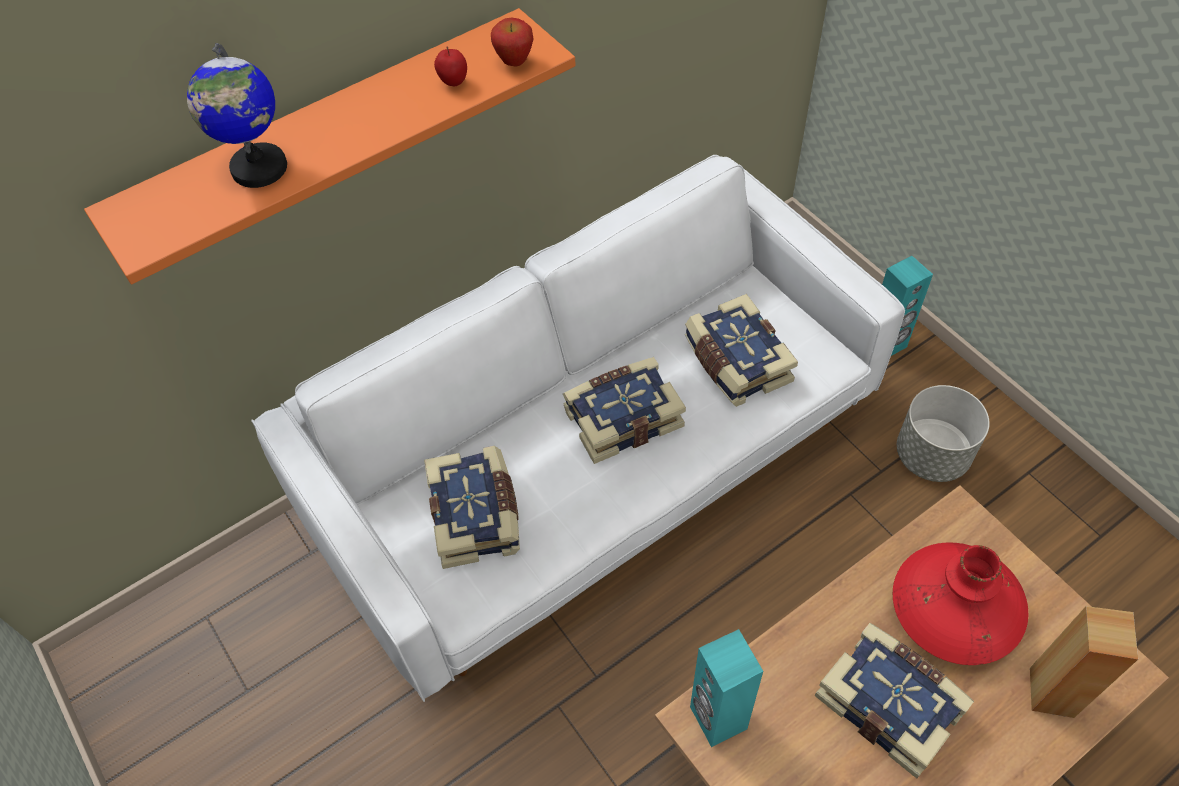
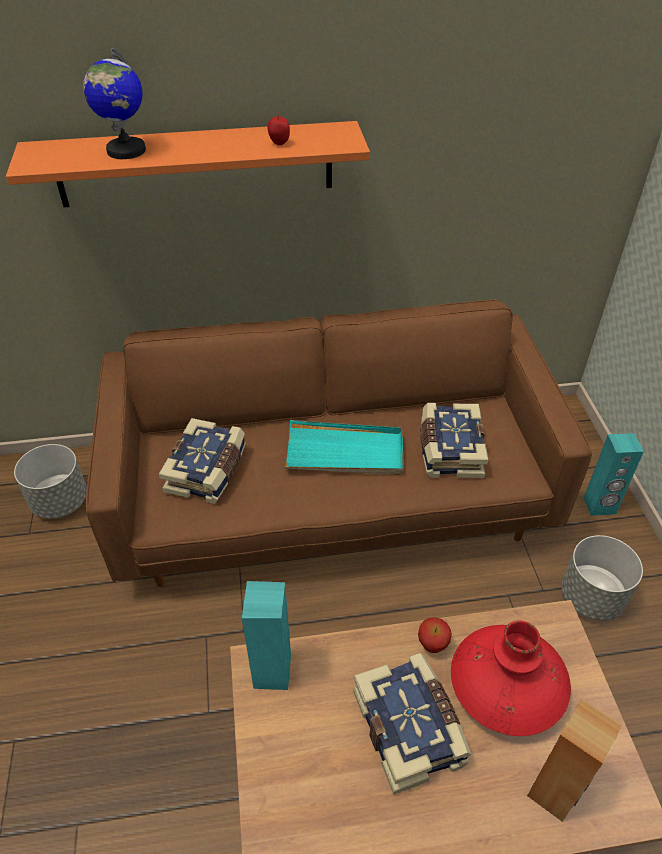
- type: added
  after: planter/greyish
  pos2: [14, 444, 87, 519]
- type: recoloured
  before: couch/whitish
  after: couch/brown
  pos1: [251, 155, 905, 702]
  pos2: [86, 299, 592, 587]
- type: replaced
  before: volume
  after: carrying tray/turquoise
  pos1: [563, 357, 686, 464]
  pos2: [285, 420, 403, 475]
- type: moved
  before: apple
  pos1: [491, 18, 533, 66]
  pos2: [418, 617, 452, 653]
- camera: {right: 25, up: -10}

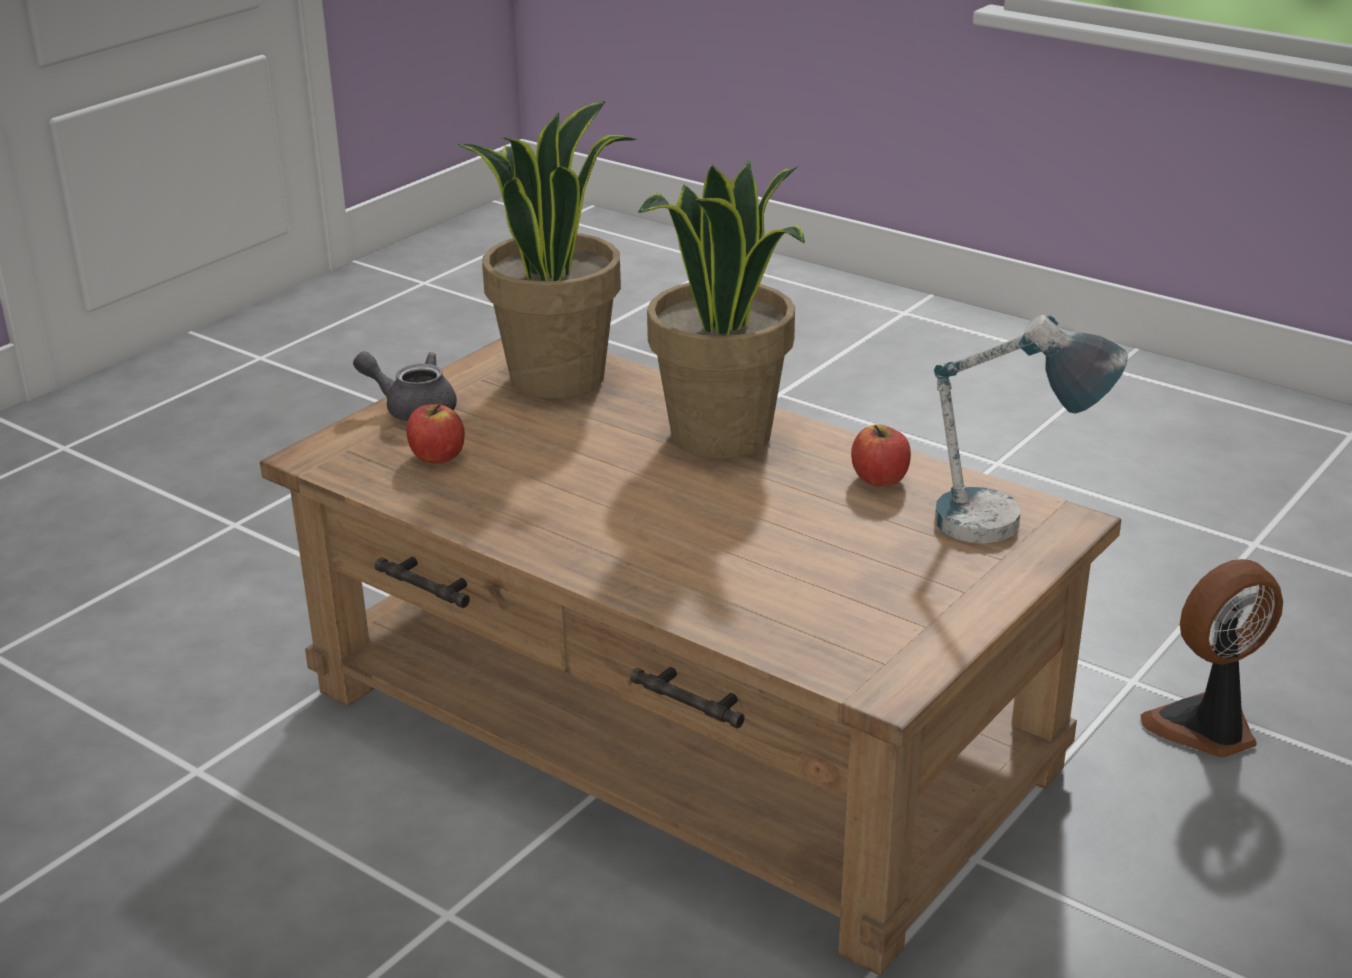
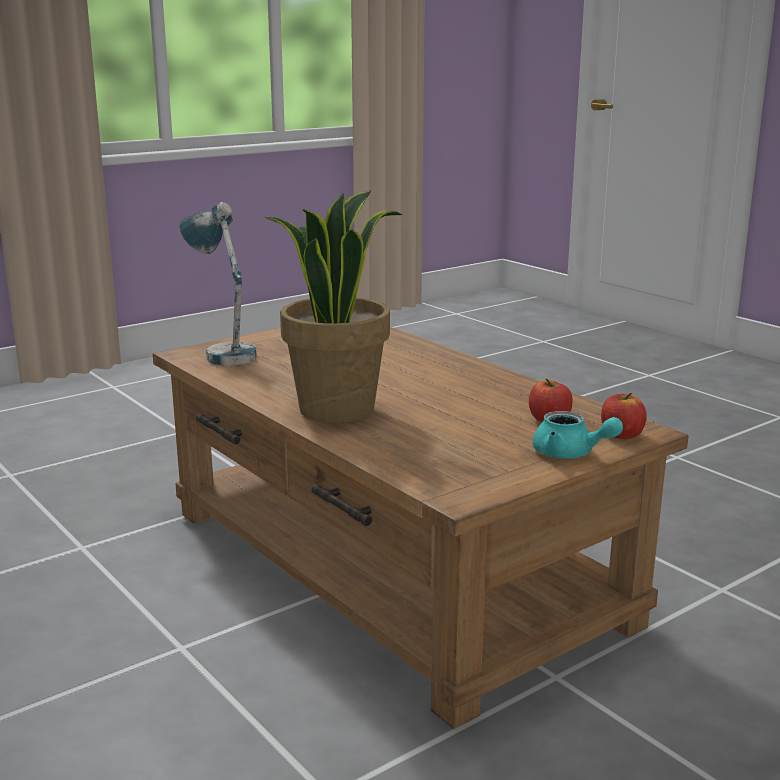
- type: recoloured
  before: teapot/greyish
  after: teapot/turquoise
  pos1: [353, 351, 457, 421]
  pos2: [533, 411, 623, 459]
- type: moved
  before: apple
  pos1: [851, 424, 911, 487]
  pos2: [601, 393, 647, 439]
- type: removed
  before: houseplant
  pos1: [456, 101, 638, 399]
- type: removed
  before: cooling fan
  pos1: [1140, 559, 1283, 758]
- camera: {right: -165, up: -10}

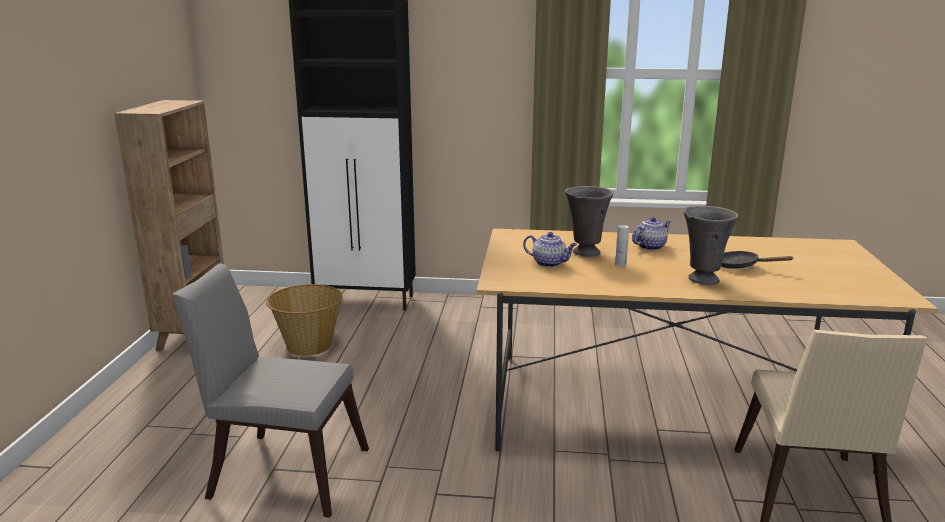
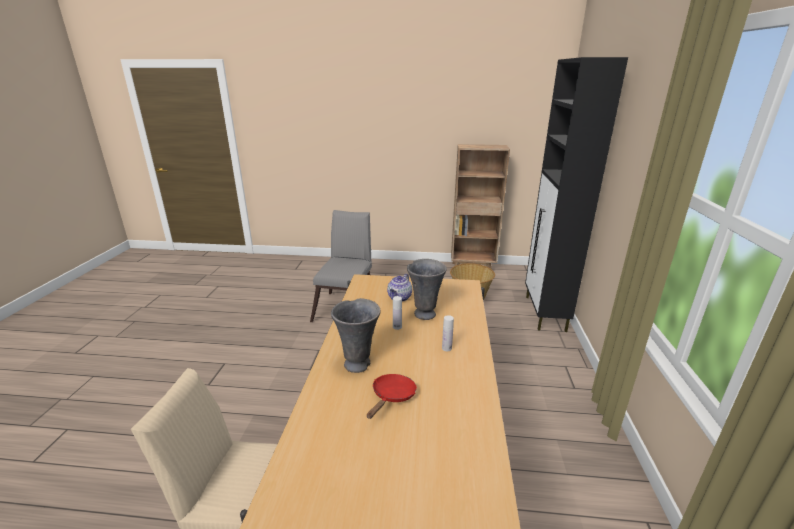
- type: recoloured
  before: skillet/black
  after: skillet/reddish
  pos1: [721, 251, 794, 269]
  pos2: [367, 374, 417, 419]
- type: replaced
  before: teapot
  after: drink bottle/whitish
  pos1: [632, 217, 671, 250]
  pos2: [442, 315, 454, 351]
- camera: {right: 90, up: 5}

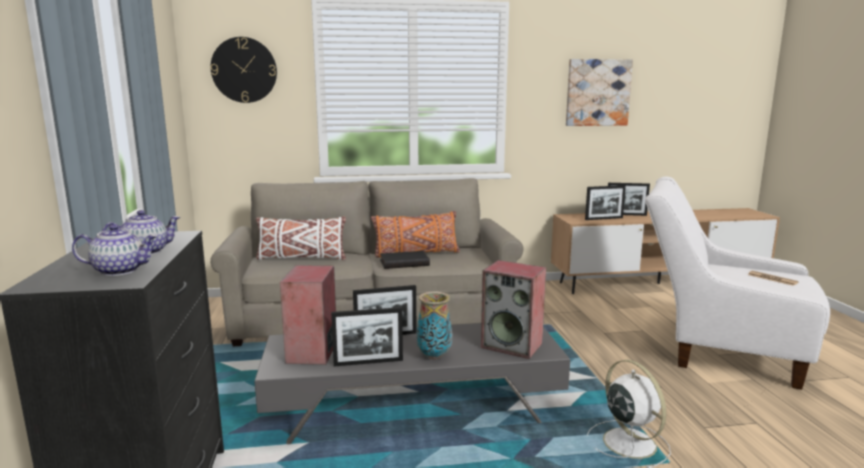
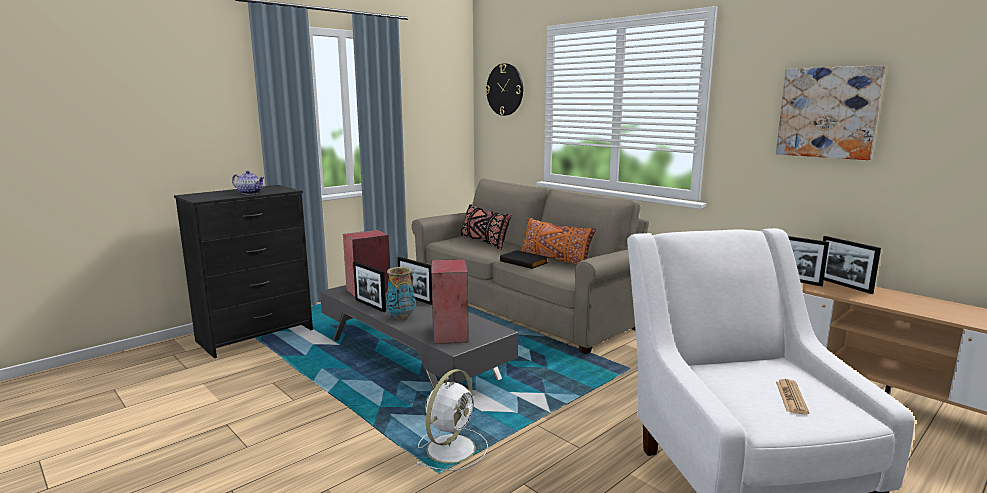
- type: recoloured
  before: cushion/whitish
  after: cushion/black
  pos1: [256, 216, 346, 260]
  pos2: [461, 204, 511, 250]
- type: removed
  before: teapot
  pos1: [72, 224, 158, 276]
- camera: {right: 55, up: 0}

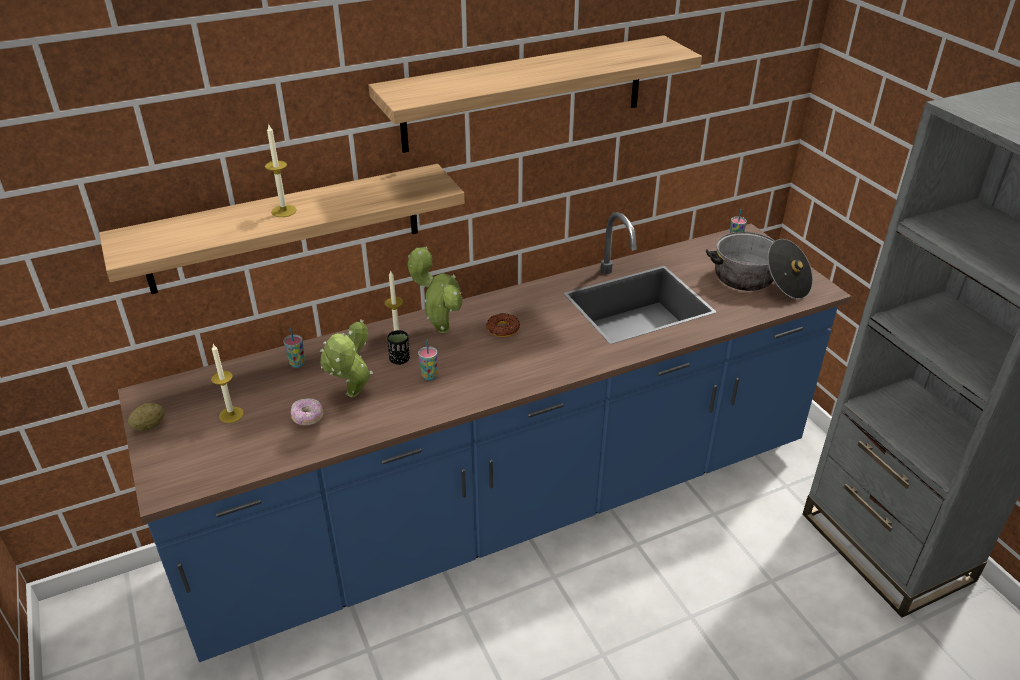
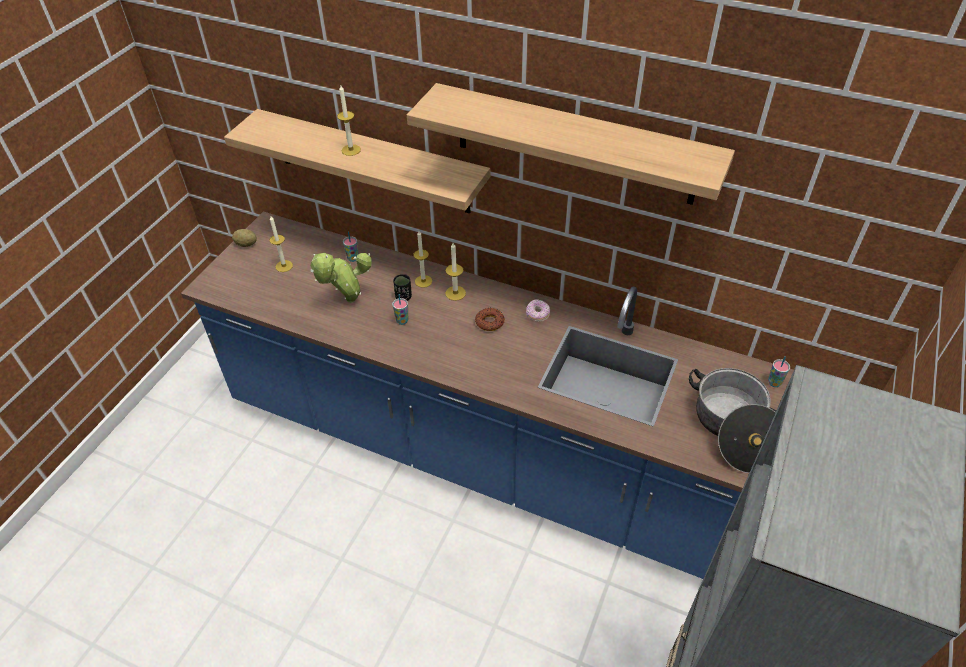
- type: replaced
  before: houseplant
  after: wax light
  pos1: [408, 247, 462, 333]
  pos2: [445, 243, 466, 301]
- type: moved
  before: doughnut
  pos1: [291, 398, 323, 426]
  pos2: [526, 300, 550, 322]
- camera: {right: 50, up: 10}

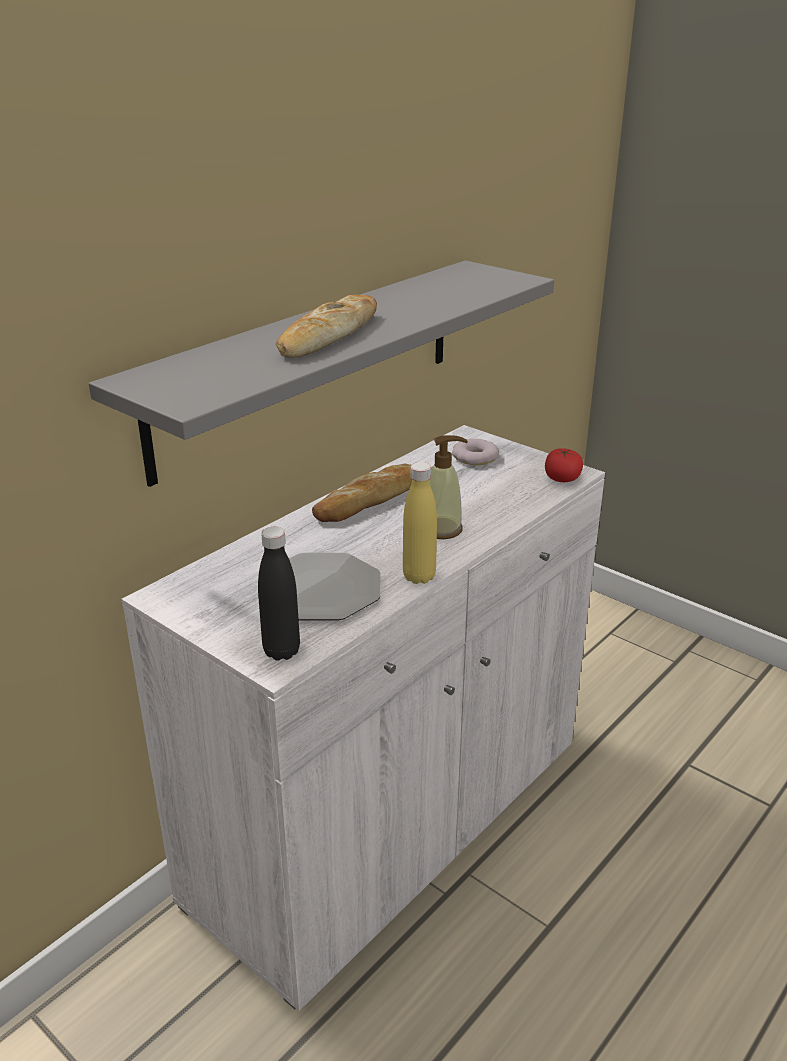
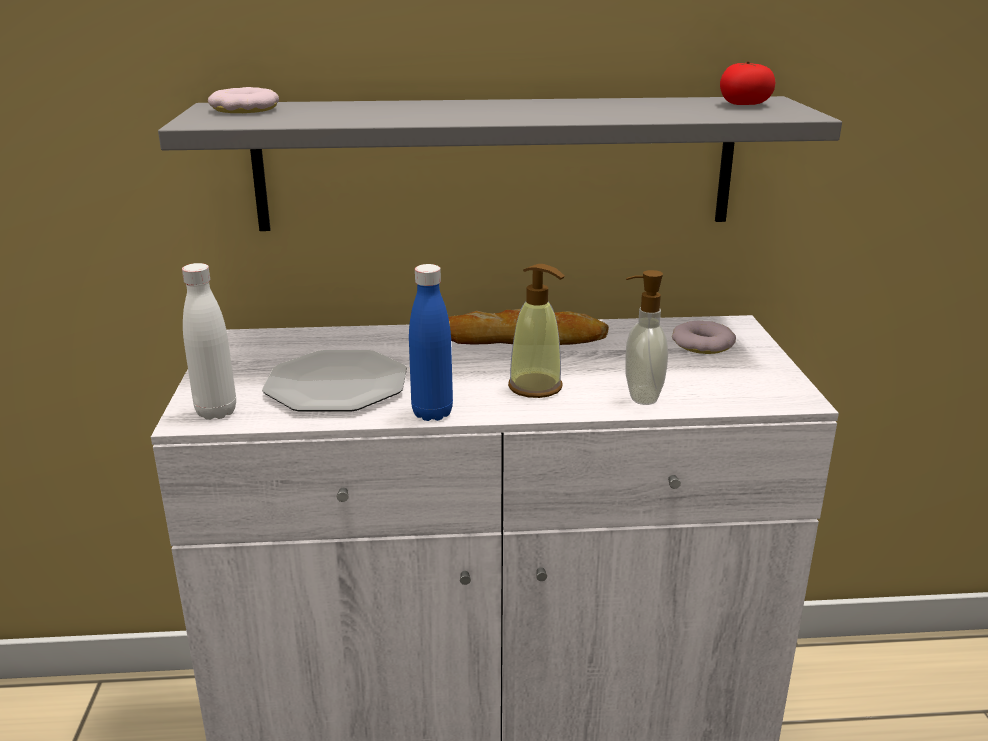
- type: recoloured
  before: drink bottle/black
  after: drink bottle/whitish
  pos1: [258, 527, 300, 661]
  pos2: [182, 263, 236, 420]
- type: added
  after: doughnut
  pos2: [208, 87, 279, 113]
- type: recoloured
  before: drink bottle/yellow
  after: drink bottle/bluish
  pos1: [403, 462, 437, 584]
  pos2: [409, 264, 453, 421]
- type: added
  after: liquid soap bottle
  pos2: [625, 270, 668, 405]
- type: moved
  before: fresh tomato
  pos1: [545, 448, 583, 482]
  pos2: [720, 62, 775, 105]
- type: removed
  before: bread
  pos1: [276, 295, 377, 357]
- camera: {right: 45, up: -5}

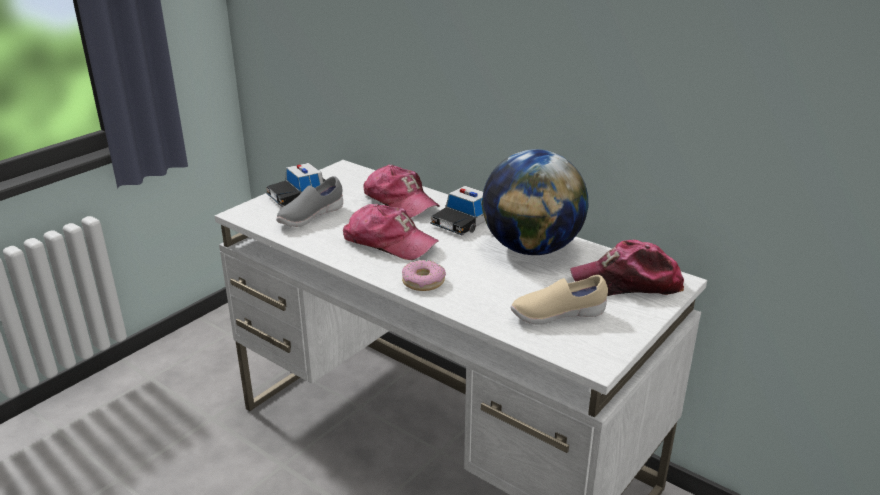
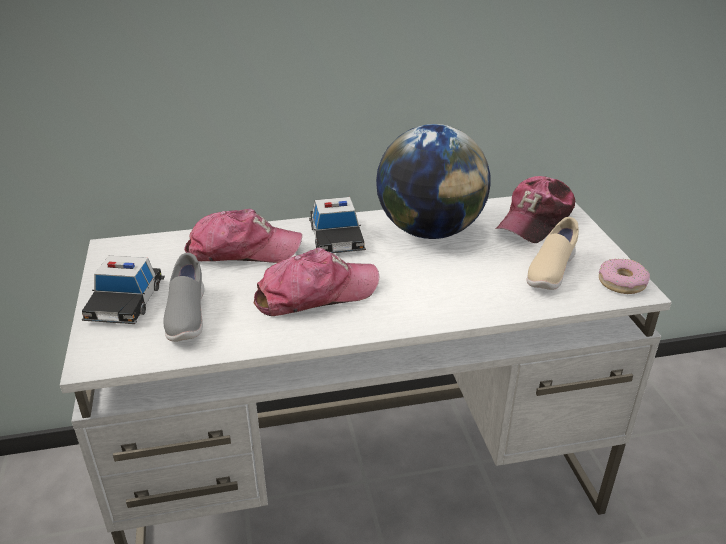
- type: moved
  before: doughnut
  pos1: [402, 260, 446, 291]
  pos2: [599, 259, 650, 294]
- camera: {right: -50, up: 5}

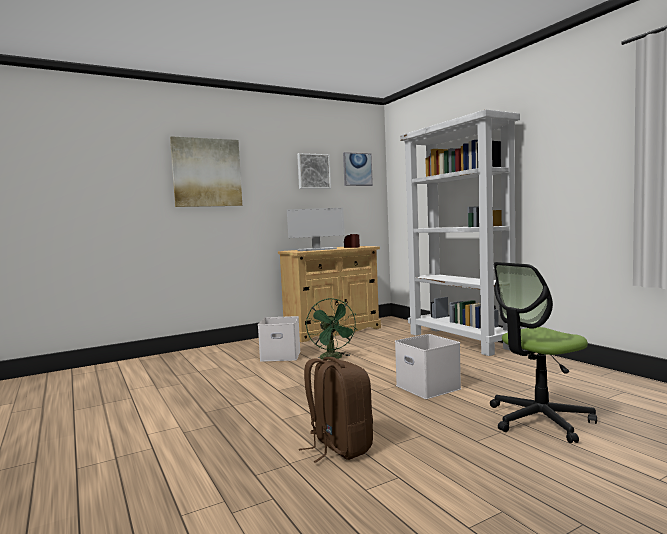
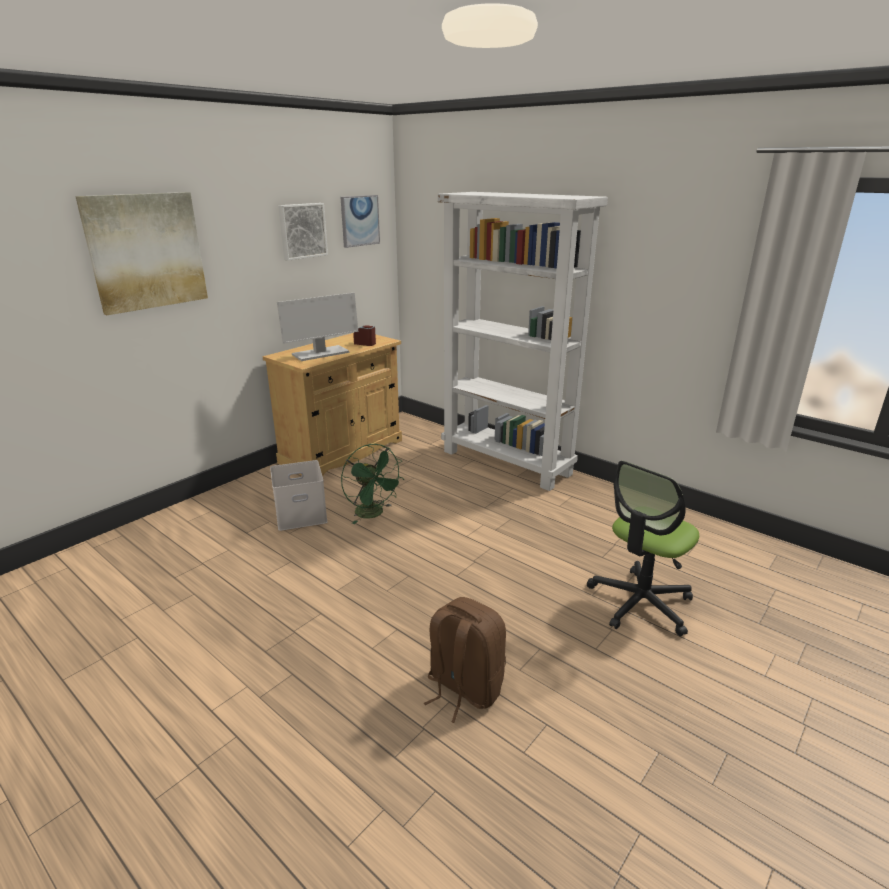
- type: removed
  before: storage box/whitish
  pos1: [395, 334, 461, 399]
- camera: {right: -20, up: 20}

